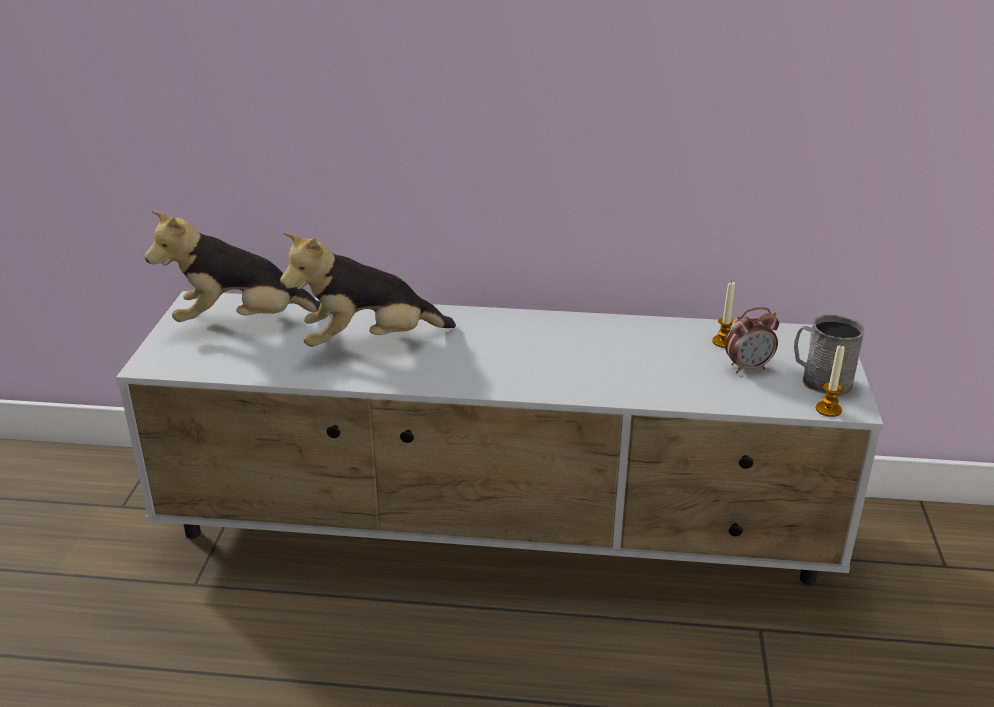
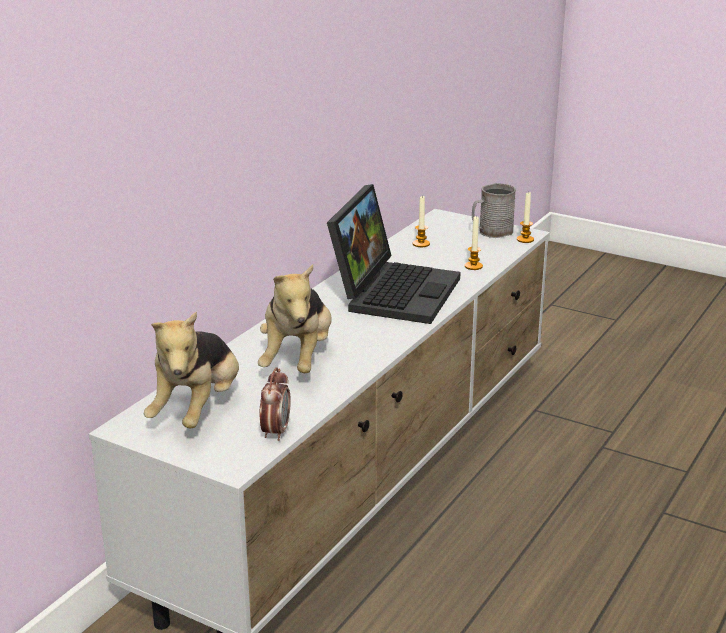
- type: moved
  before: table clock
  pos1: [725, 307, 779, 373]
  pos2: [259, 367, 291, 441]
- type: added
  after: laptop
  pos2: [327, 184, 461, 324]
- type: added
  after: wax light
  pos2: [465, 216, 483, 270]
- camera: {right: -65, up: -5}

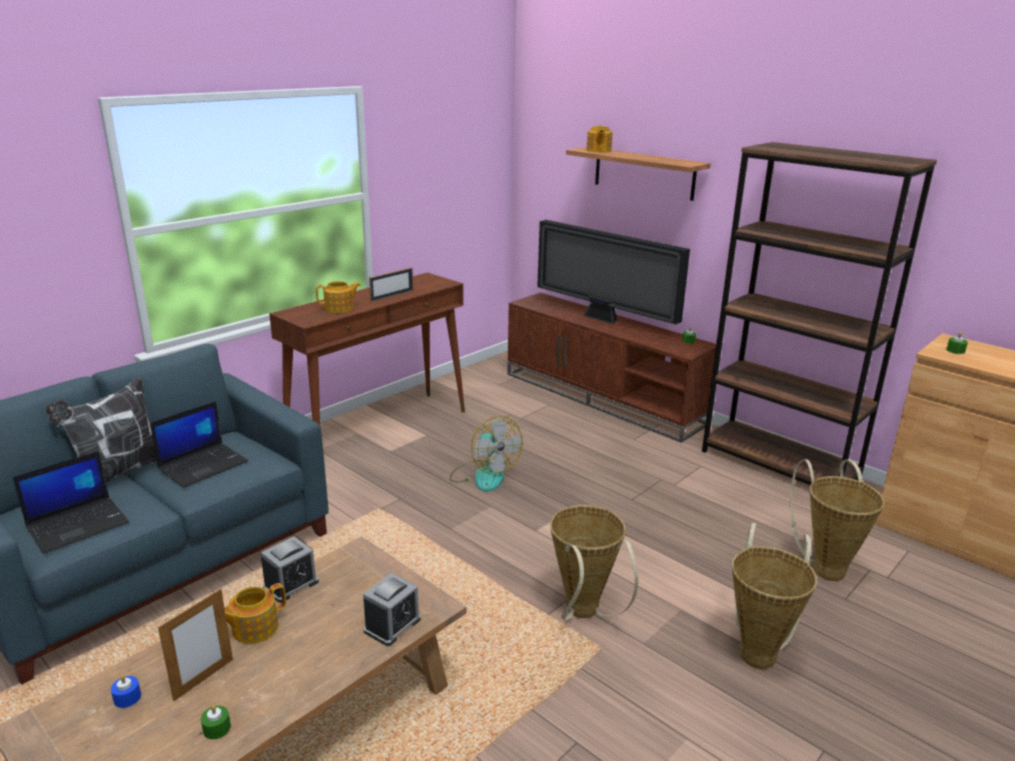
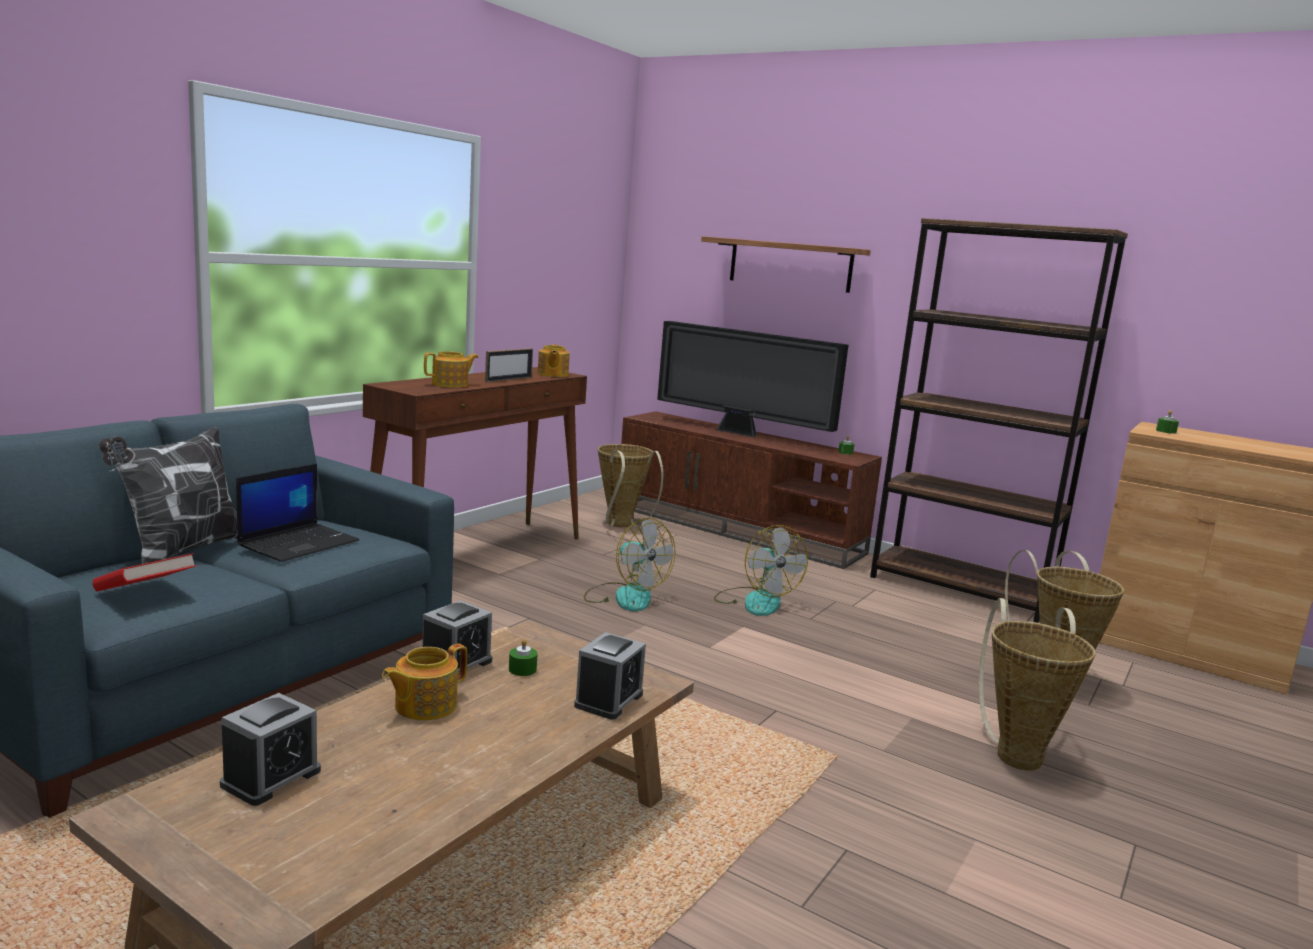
- type: replaced
  before: laptop
  after: volume/reddish
  pos1: [13, 451, 129, 554]
  pos2: [93, 553, 196, 591]
- type: replaced
  before: wax light/bluish
  after: table clock
  pos1: [111, 675, 141, 708]
  pos2: [220, 693, 321, 806]
- type: moved
  before: wax light/green-coloured
  pos1: [201, 705, 231, 739]
  pos2: [509, 639, 538, 676]
- type: moved
  before: teapot
  pos1: [587, 125, 612, 152]
  pos2: [538, 344, 570, 377]
- type: moved
  before: household basket
  pos1: [550, 505, 638, 620]
  pos2: [598, 444, 664, 527]
- type: added
  after: cooling fan
  pos2: [714, 525, 808, 616]
- type: removed
  before: photo frame
  pos1: [158, 589, 233, 701]
- camera: {right: -10, up: -10}

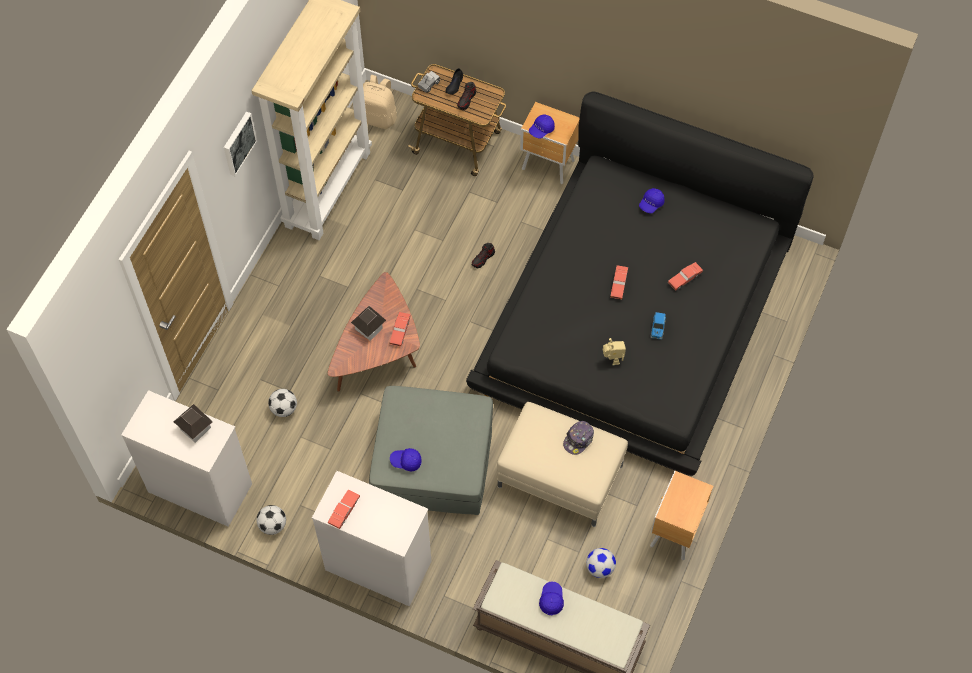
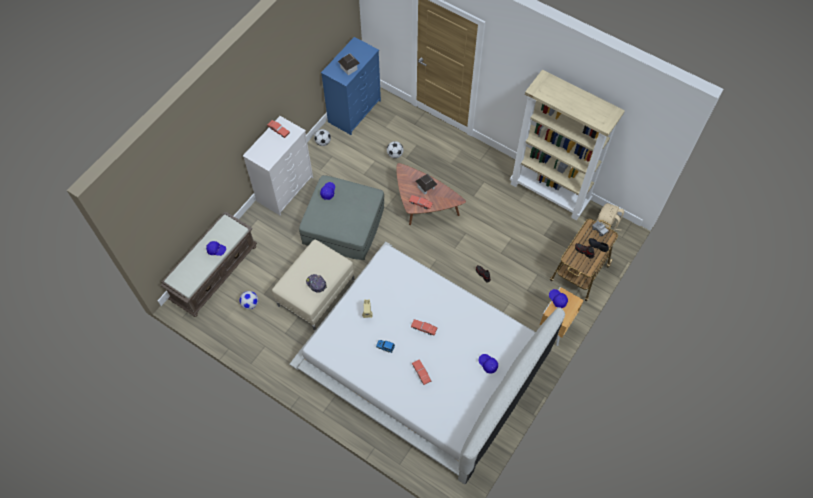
- type: recoloured
  before: bedroom bed/black
  after: bedroom bed/whitish
  pos1: [466, 91, 814, 476]
  pos2: [289, 241, 565, 485]
- type: recoloured
  before: chest of drawers/whitish
  after: chest of drawers/bluish
  pos1: [121, 390, 252, 527]
  pos2: [321, 37, 381, 135]
- type: removed
  before: wall art
  pos1: [224, 112, 257, 176]
- type: removed
  before: night table/brown
  pos1: [650, 471, 713, 560]
- camera: {right: 100, up: 0}

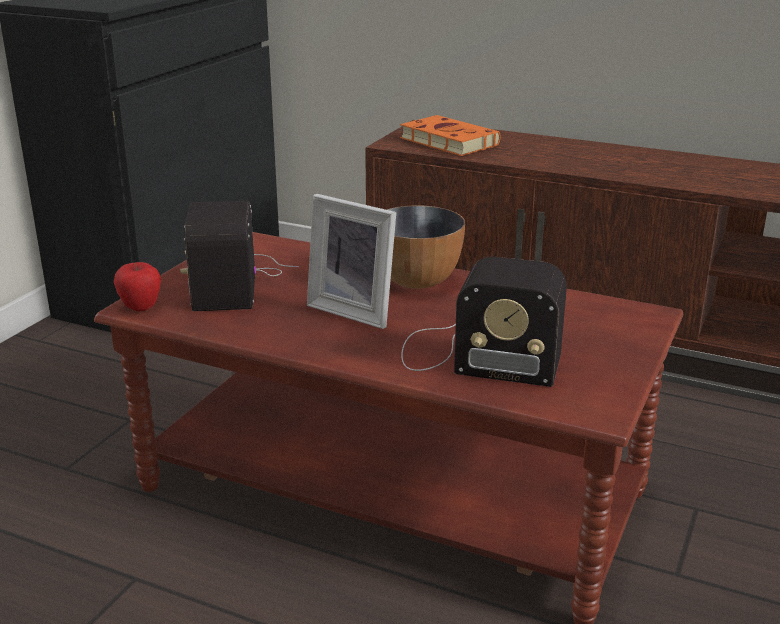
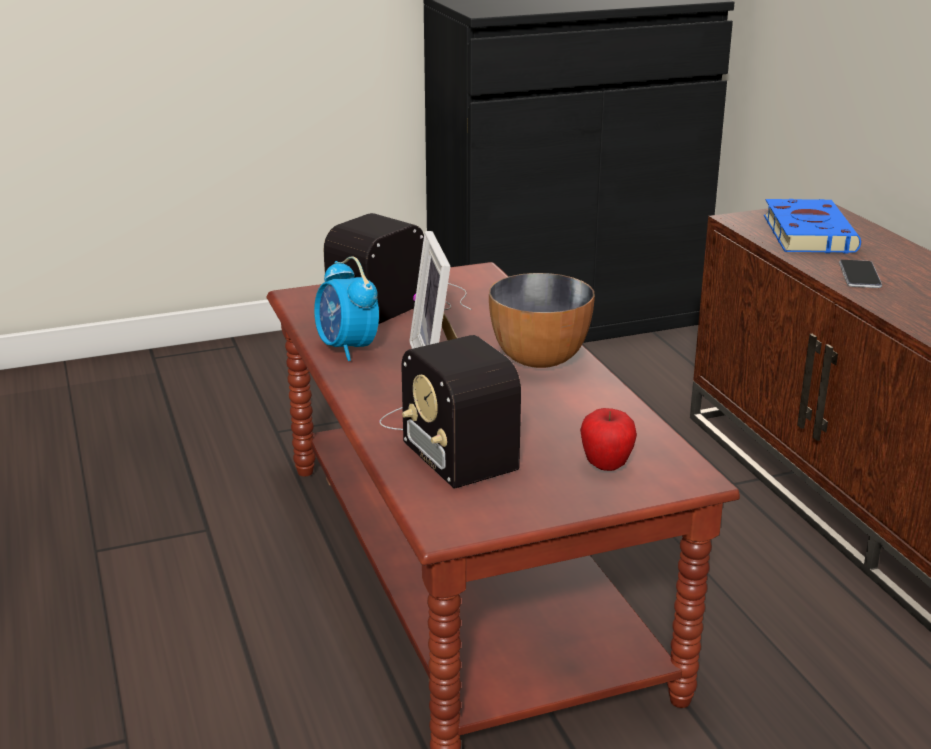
- type: added
  after: table clock
  pos2: [314, 256, 379, 361]
- type: moved
  before: apple
  pos1: [114, 262, 161, 311]
  pos2: [580, 408, 637, 471]
- type: recoloured
  before: volume/orangey
  after: volume/bluish
  pos1: [400, 115, 501, 156]
  pos2: [764, 199, 861, 253]
- type: added
  after: handset
  pos2: [839, 260, 882, 288]
- camera: {right: 45, up: 0}

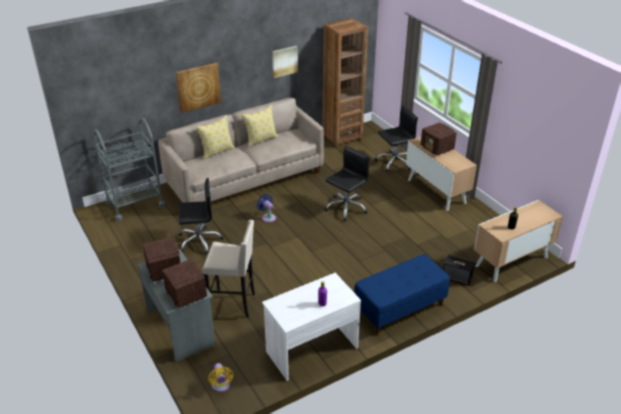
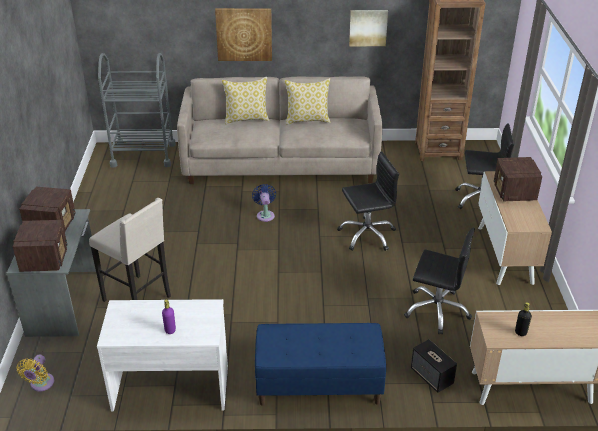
- type: moved
  before: desk chair/black
  pos1: [179, 178, 224, 254]
  pos2: [404, 228, 475, 334]
- camera: {right: 30, up: 0}

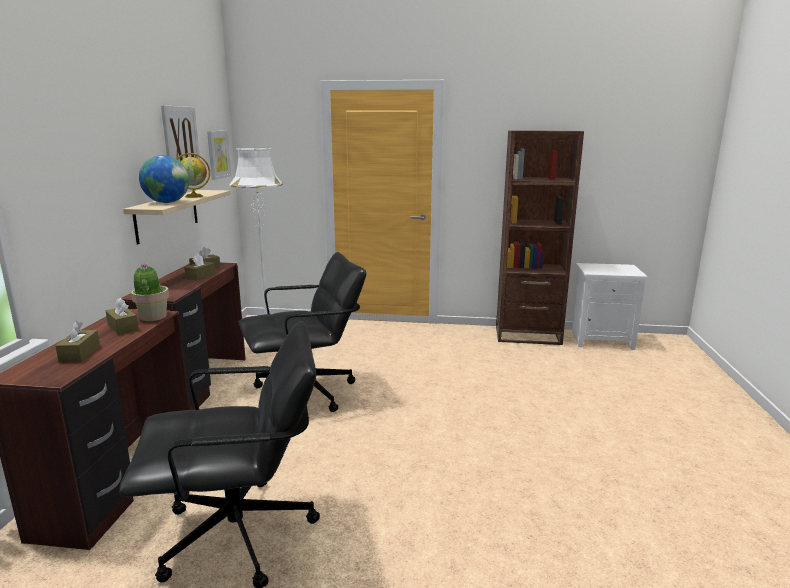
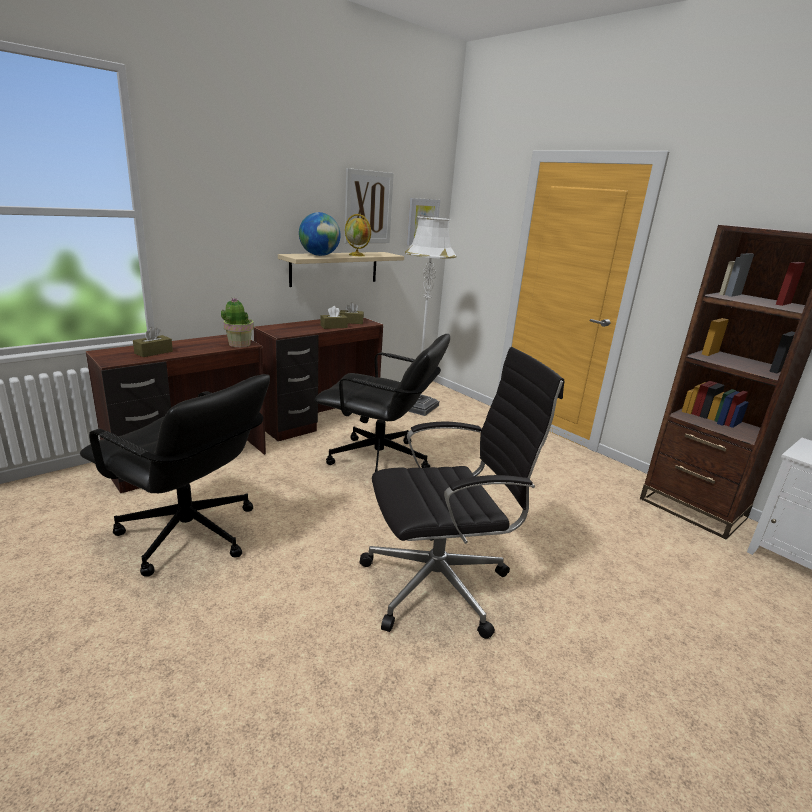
- type: added
  after: desk chair/black
  pos2: [360, 347, 564, 639]
- type: removed
  before: box of tissues/brown
  pos1: [105, 298, 139, 335]
- camera: {right: 40, up: 5}

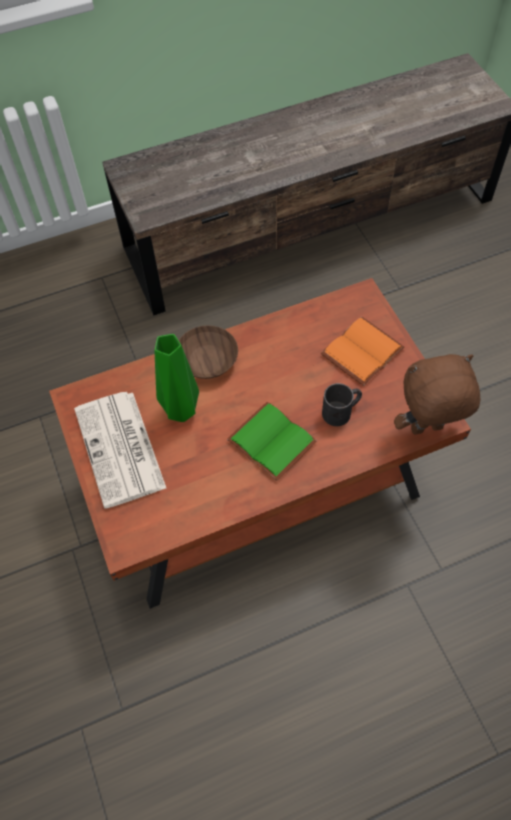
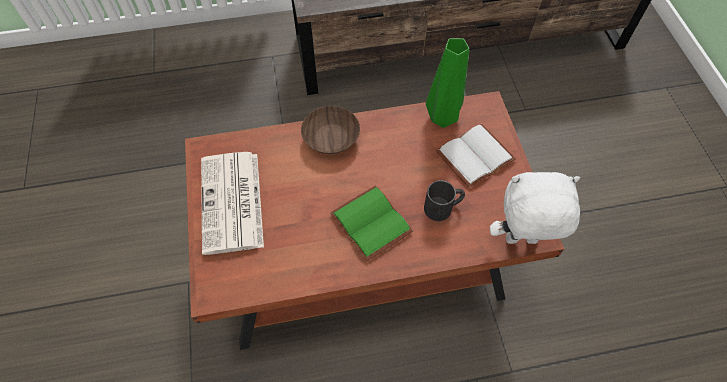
- type: moved
  before: flower vase/green-coloured
  pos1: [155, 334, 199, 422]
  pos2: [426, 38, 469, 128]
- type: recoloured
  before: volume/orangey
  after: volume/whitish
  pos1: [321, 317, 404, 386]
  pos2: [436, 124, 516, 188]
- type: recoloured
  before: soft toy/brown
  after: soft toy/whitish
  pos1: [394, 354, 481, 435]
  pos2: [490, 172, 580, 244]
- camera: {right: 10, up: 0}

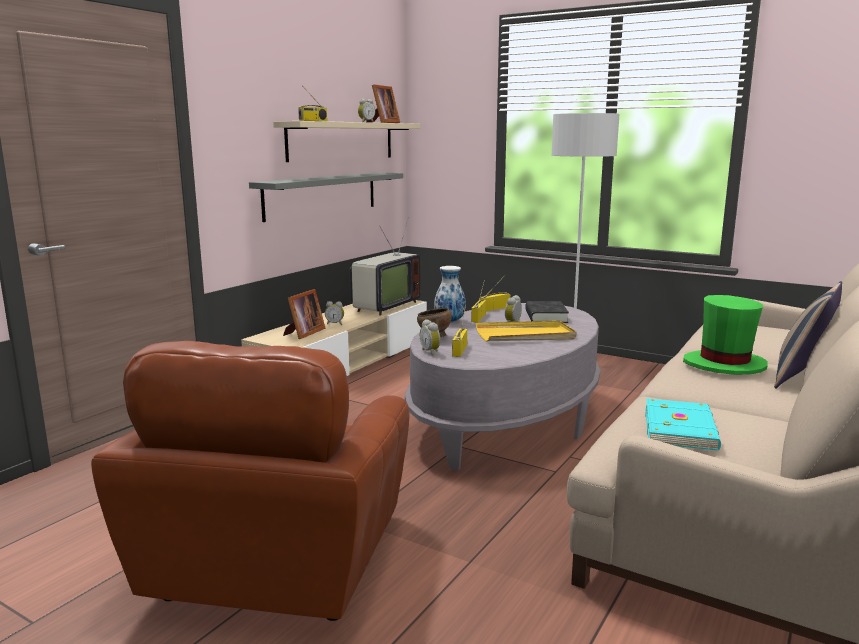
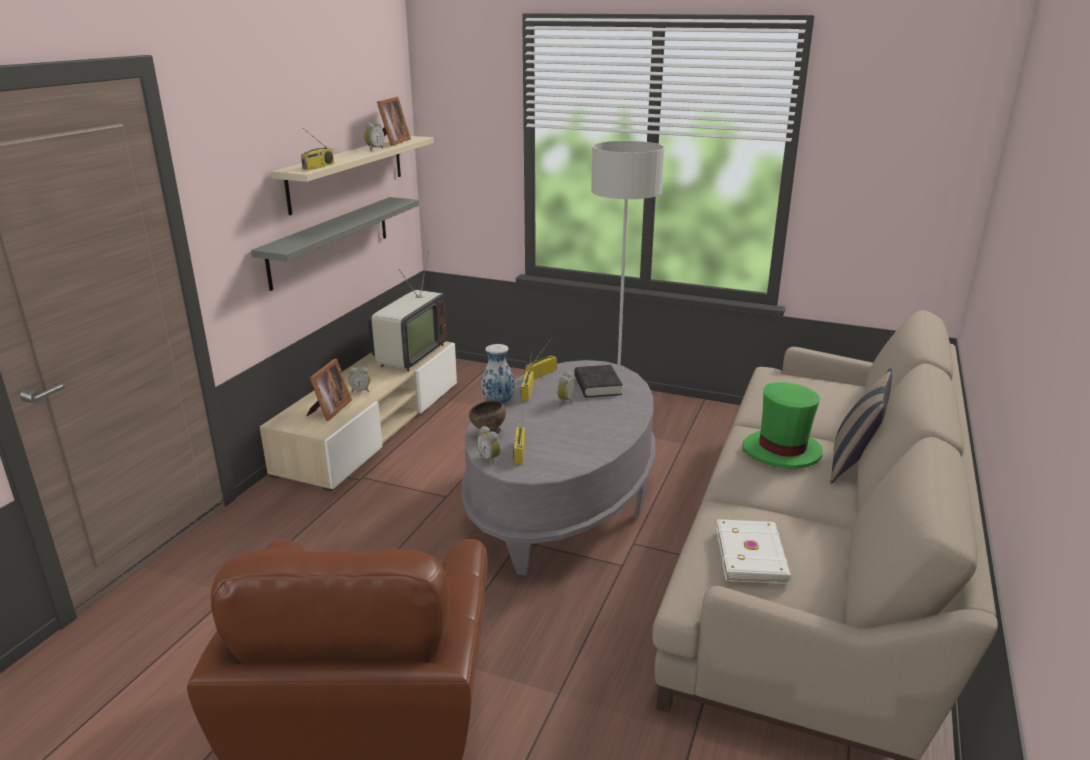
- type: recoloured
  before: volume/turquoise
  after: volume/whitish
  pos1: [645, 398, 721, 450]
  pos2: [716, 519, 791, 584]
- type: removed
  before: carrying tray/yellow
  pos1: [476, 321, 576, 341]
- camera: {right: -10, up: 10}

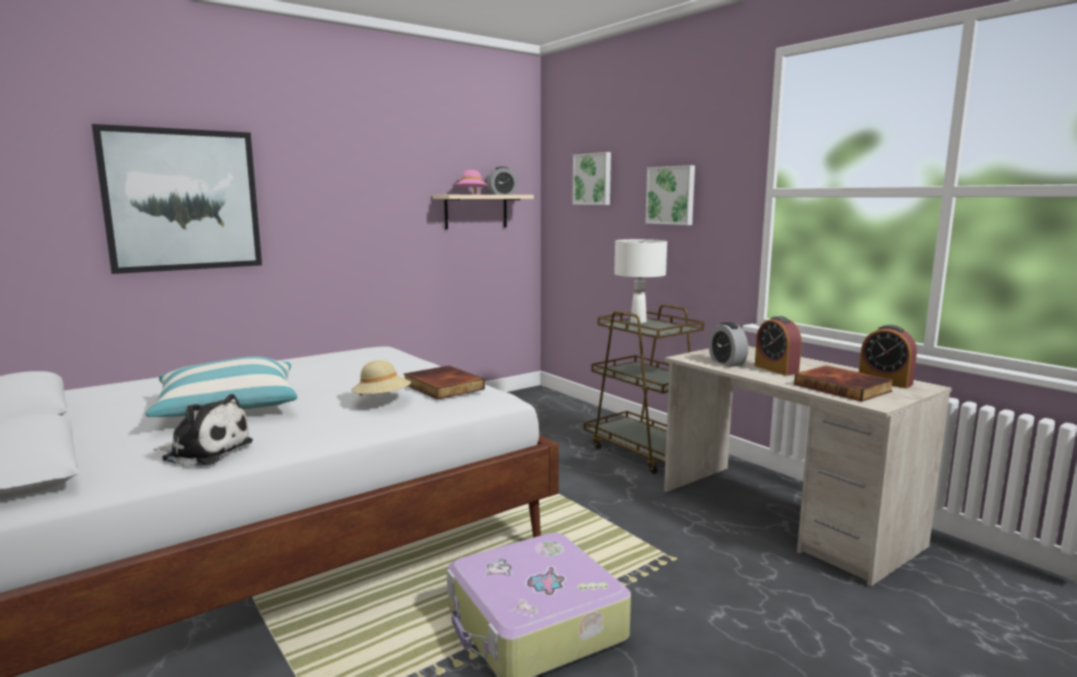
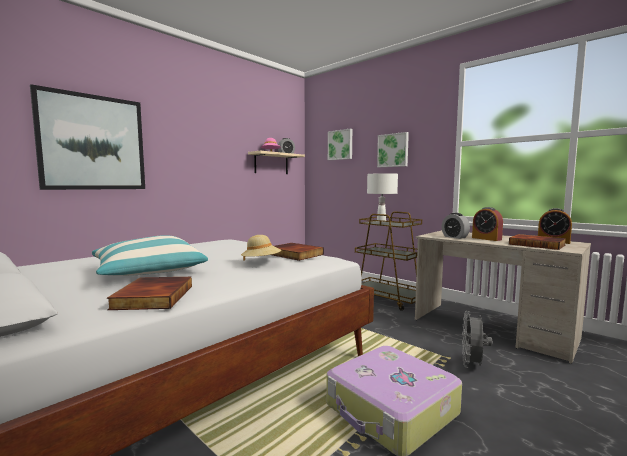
- type: replaced
  before: soft toy
  after: volume
  pos1: [154, 394, 253, 467]
  pos2: [107, 277, 192, 310]
- type: added
  after: cooling fan/greyish
  pos2: [462, 311, 492, 368]
- camera: {right: -10, up: -5}

